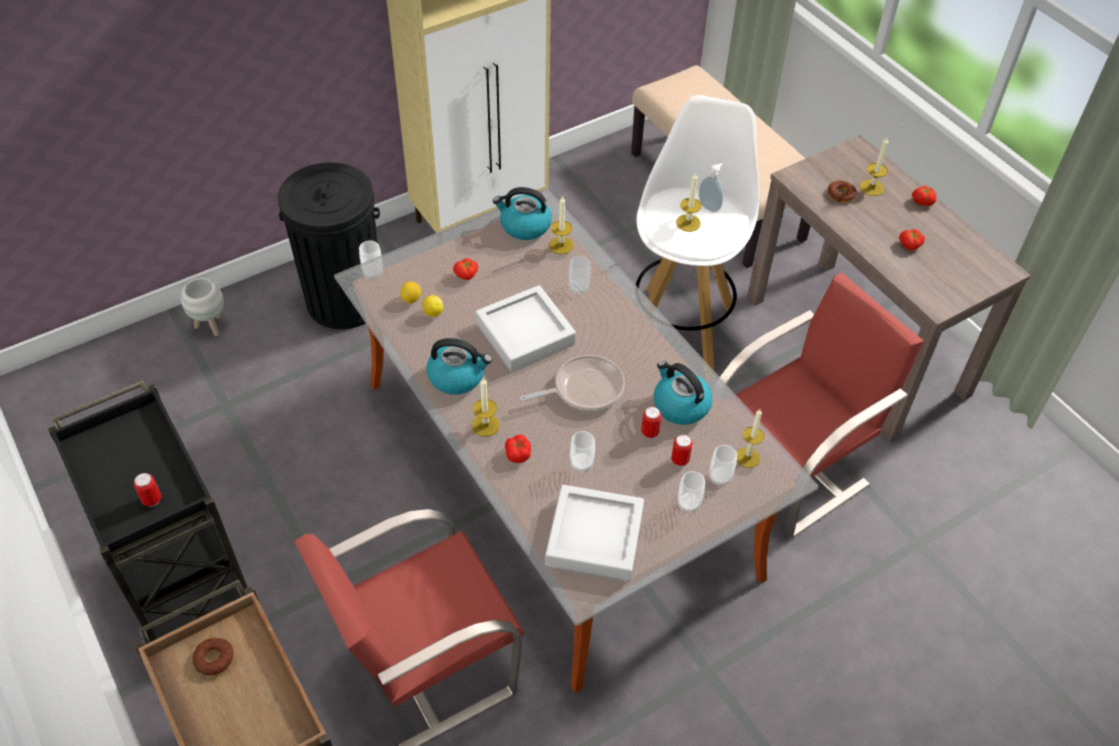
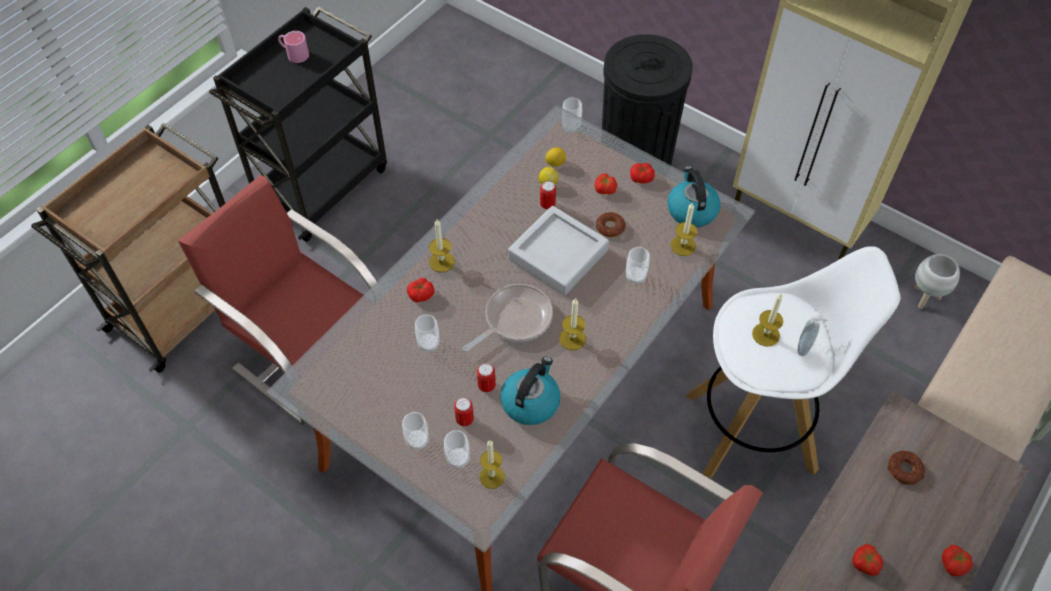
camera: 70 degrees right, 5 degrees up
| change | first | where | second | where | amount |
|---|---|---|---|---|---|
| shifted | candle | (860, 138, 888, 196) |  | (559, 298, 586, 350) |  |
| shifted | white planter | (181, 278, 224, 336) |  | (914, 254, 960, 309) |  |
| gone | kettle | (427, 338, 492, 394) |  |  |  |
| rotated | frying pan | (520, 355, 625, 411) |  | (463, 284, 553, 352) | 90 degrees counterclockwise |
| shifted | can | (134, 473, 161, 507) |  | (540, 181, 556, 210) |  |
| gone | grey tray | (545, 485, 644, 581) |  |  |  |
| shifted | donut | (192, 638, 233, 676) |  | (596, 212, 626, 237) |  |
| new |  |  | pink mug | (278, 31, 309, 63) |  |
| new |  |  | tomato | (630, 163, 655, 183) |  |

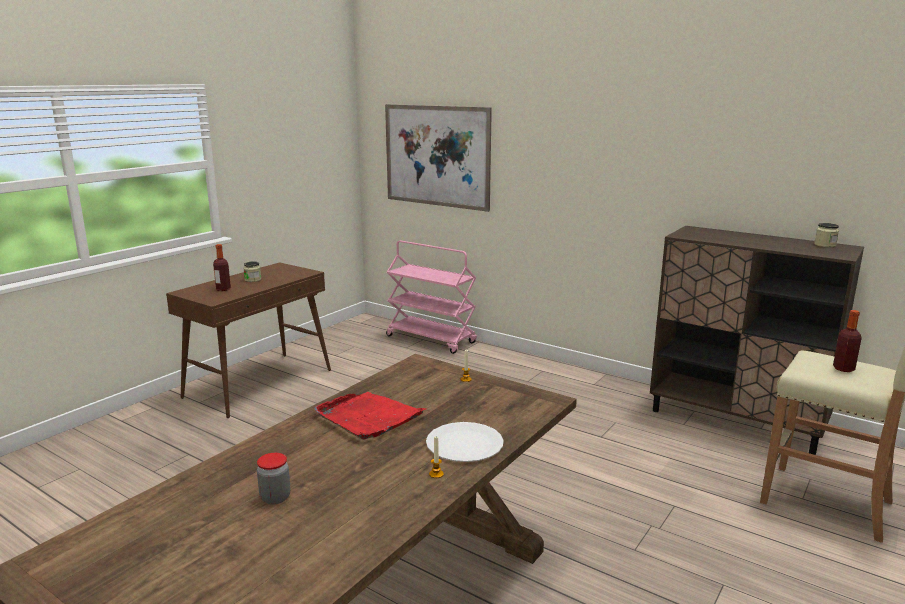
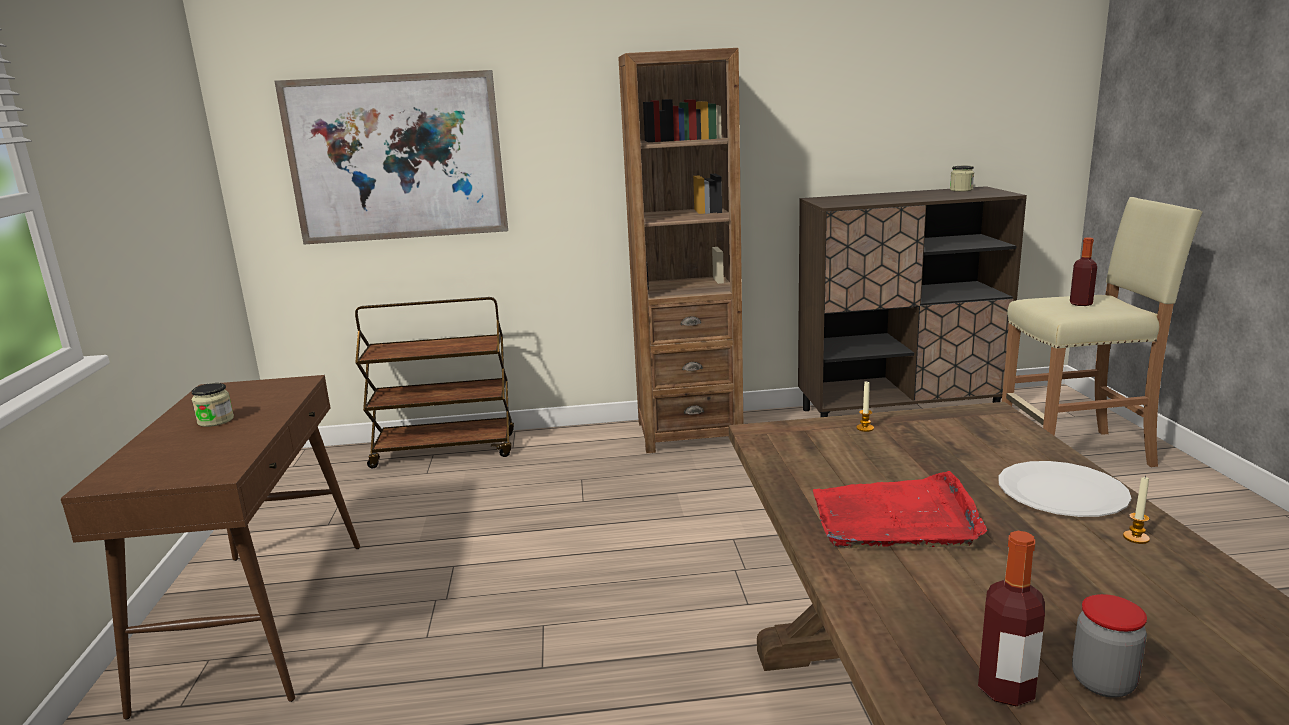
camera: 40 degrees left, 0 degrees up
| change | first | where | second | where | amount |
|---|---|---|---|---|---|
| repainted | pink cart | (386, 241, 477, 354) | brown cart | (355, 297, 514, 468) |  |
| shifted | bottle | (213, 244, 231, 291) |  | (978, 531, 1045, 707) |  |
| new |  |  | brown bookcase | (618, 48, 743, 453) |  |

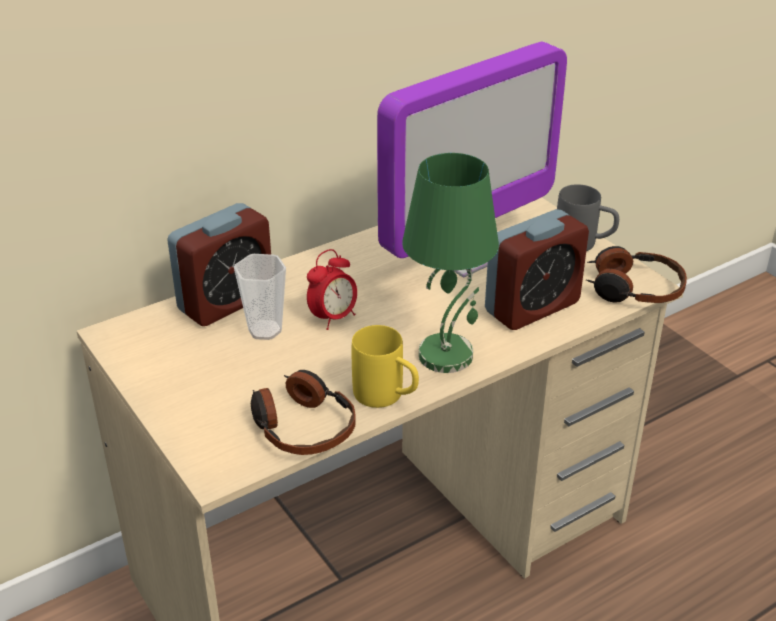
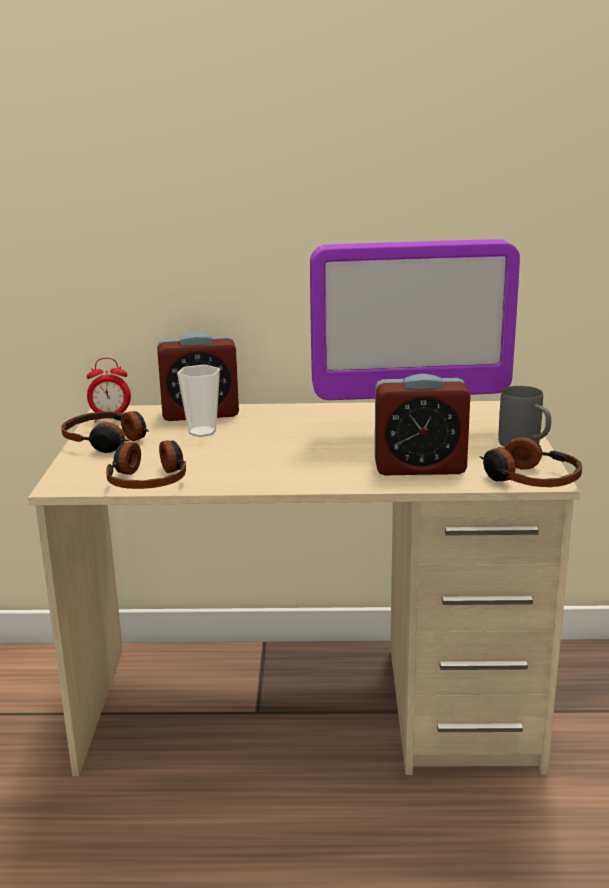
camera: 35 degrees right, 15 degrees down
| change | first | where | second | where | amount |
|---|---|---|---|---|---|
| gone | green table lamp | (402, 153, 499, 373) |  |  |  |
| shifted | alarm clock | (307, 249, 357, 330) |  | (87, 358, 131, 422) |  |
| gone | yellow mug | (352, 325, 419, 408) |  |  |  |
| new |  |  | headphones | (61, 411, 149, 453) |  |

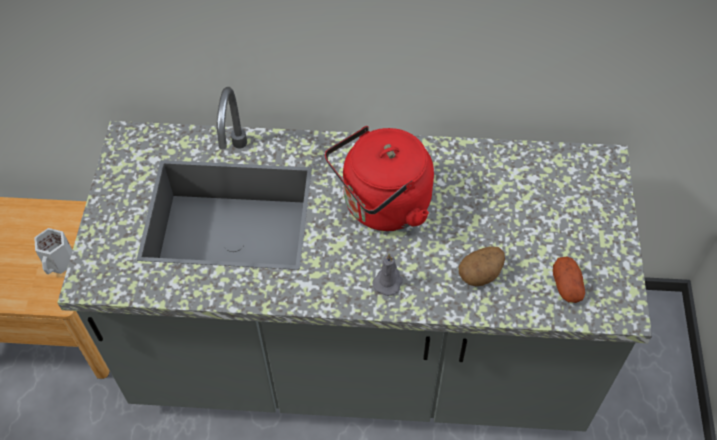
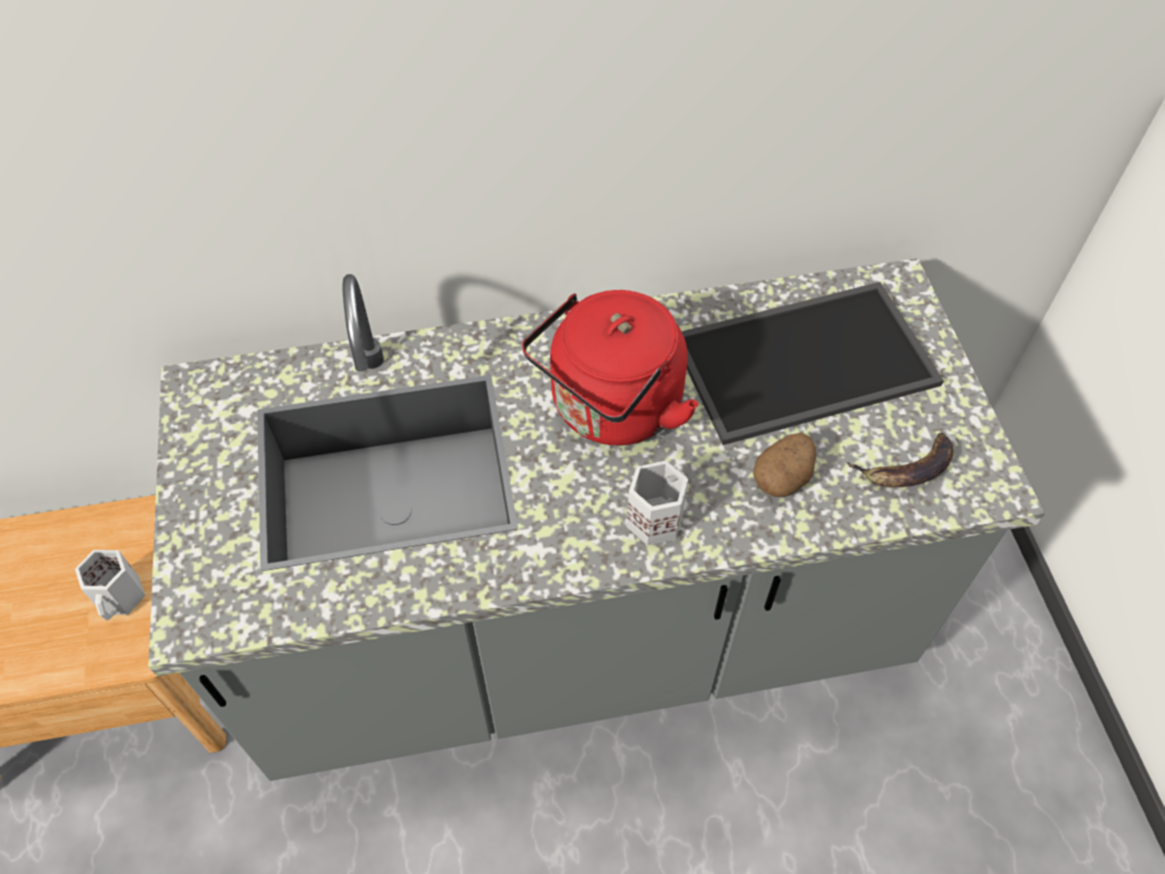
camera: 15 degrees left, 0 degrees up
| change | first | where | second | where | amount |
|---|---|---|---|---|---|
| swapped | grey candle | (372, 253, 403, 296) | white mug | (626, 461, 688, 546) |  |
| swapped | potato | (553, 257, 585, 303) | banana | (847, 433, 954, 487) |  |
| new |  |  | tray | (681, 282, 944, 445) |  |

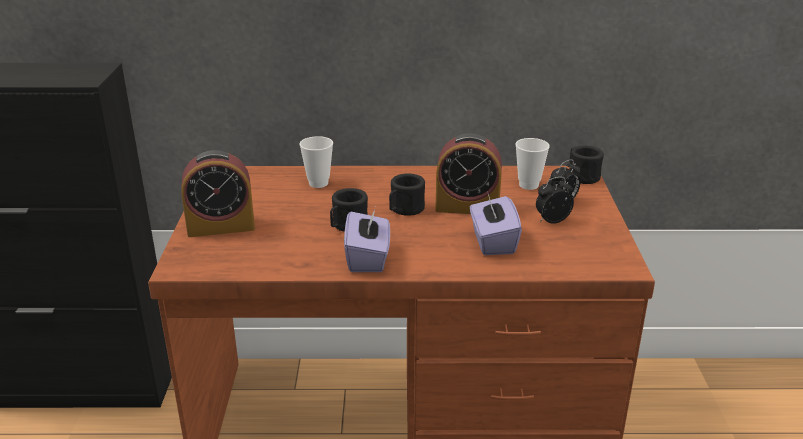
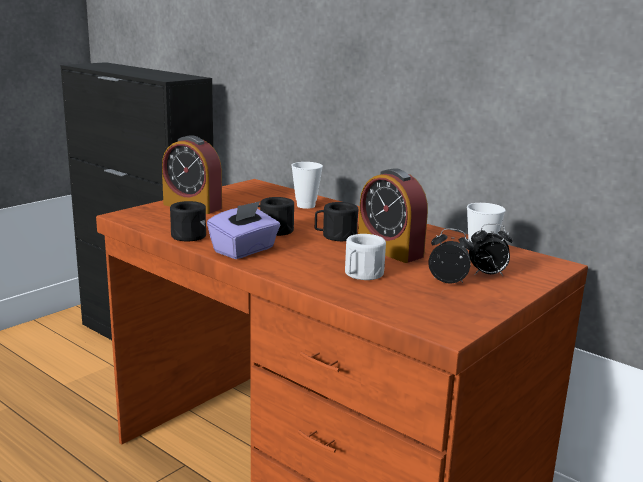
camera: 40 degrees right, 10 degrees down
| change | first | where | second | where | amount |
|---|---|---|---|---|---|
| shifted | black mug | (569, 145, 604, 184) |  | (170, 201, 206, 241) |  |
| swapped | purple tissue box | (470, 191, 522, 255) | white mug | (345, 234, 386, 280) |  |

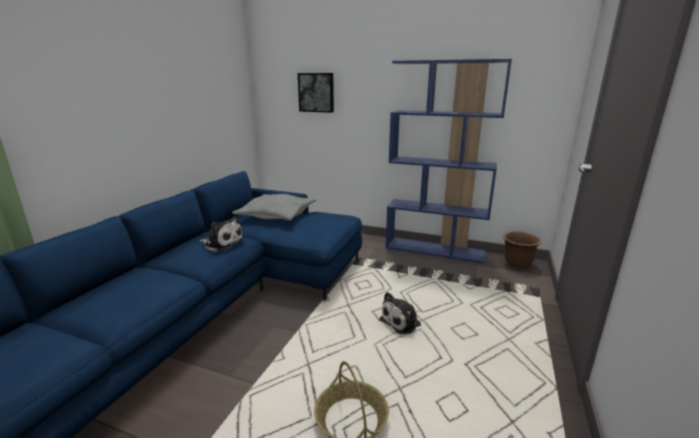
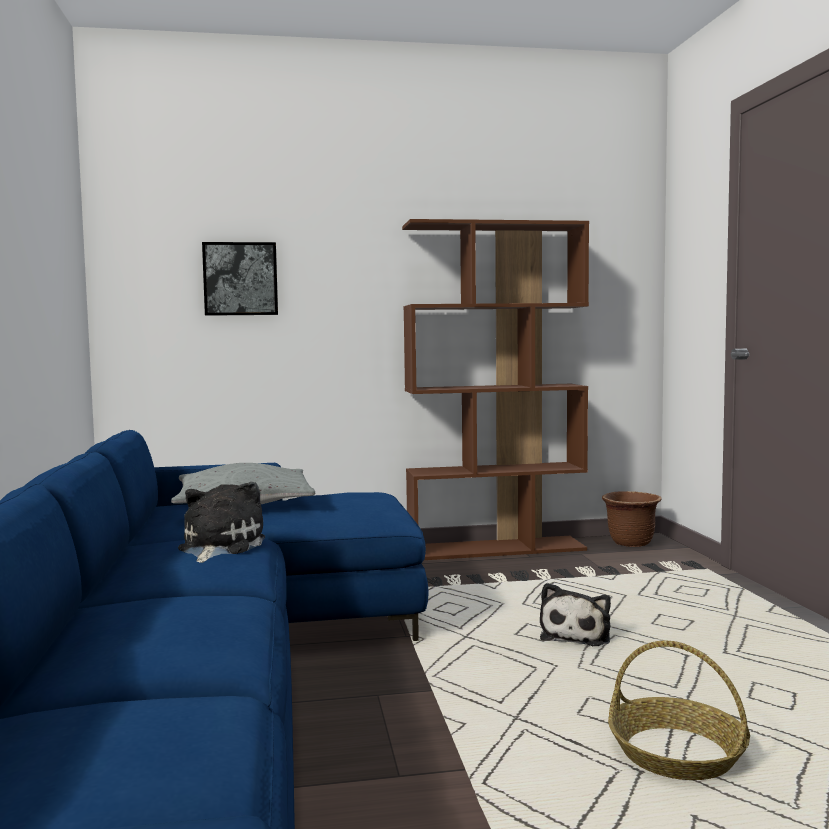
camera: 30 degrees left, 15 degrees down
| change | first | where | second | where | amount |
|---|---|---|---|---|---|
| repainted | blue bookcase | (385, 59, 512, 263) | brown bookcase | (402, 219, 589, 560) |  |
| rotated | plush toy | (199, 216, 244, 252) |  | (178, 482, 265, 563) | 75 degrees counterclockwise |

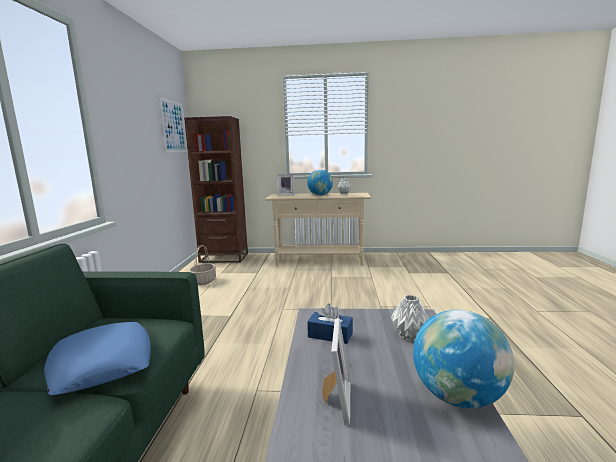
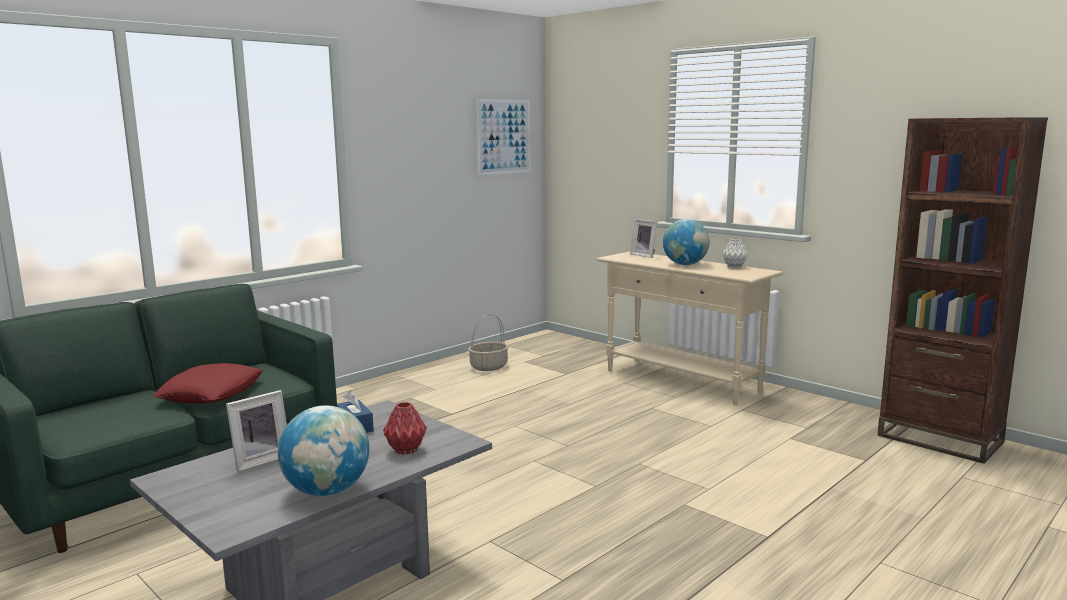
camera: 40 degrees right, 0 degrees up
| change | first | where | second | where | amount |
|---|---|---|---|---|---|
| shifted | brown bookcase | (184, 116, 248, 263) |  | (877, 117, 1048, 464) |  |
| repainted | grey vase | (391, 295, 429, 341) | red vase | (383, 402, 427, 455) |  |
| repainted | blue pillow | (44, 322, 151, 395) | red pillow | (154, 363, 262, 404) |  |

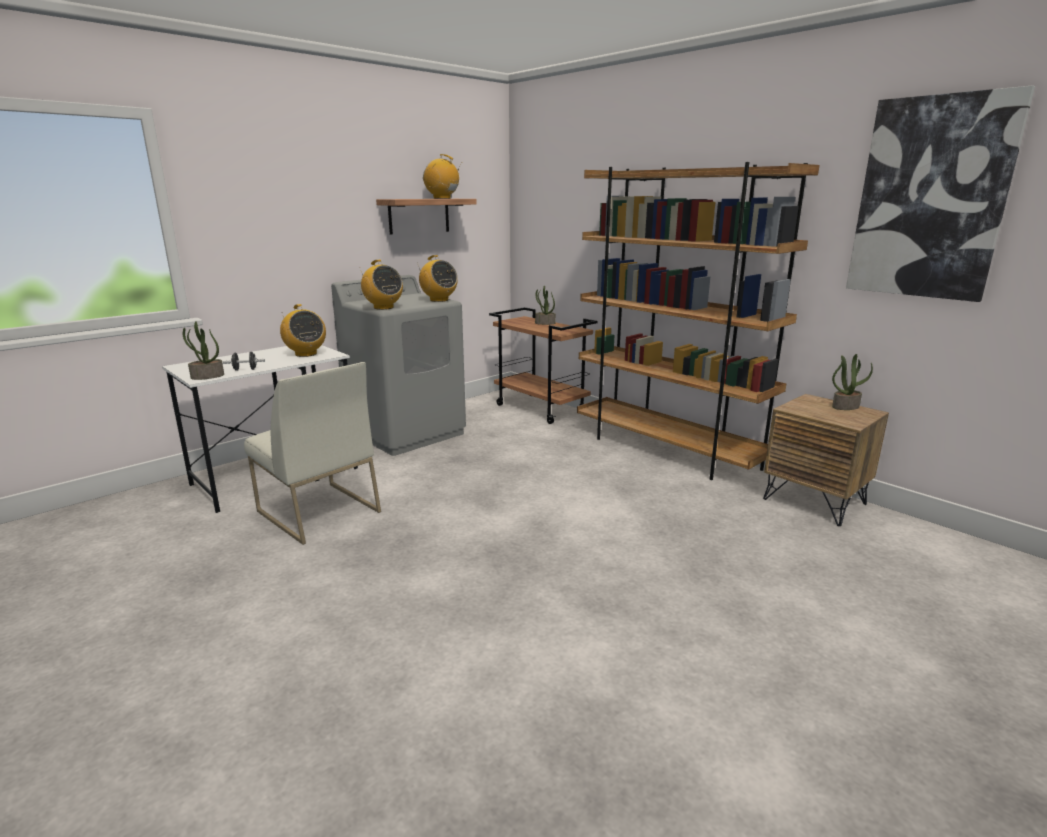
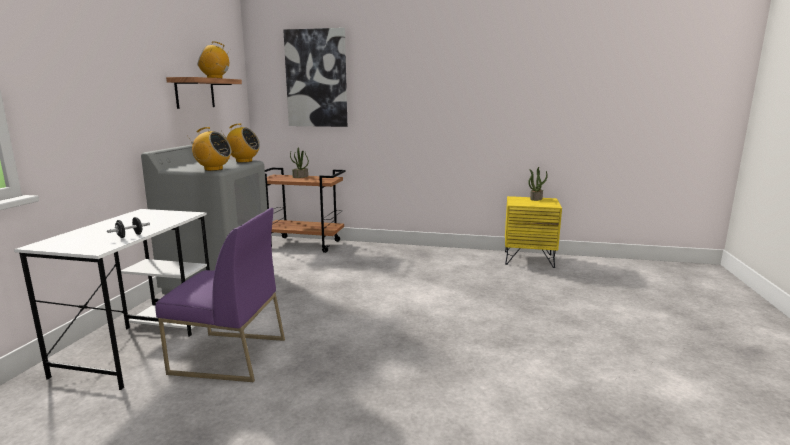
camera: 35 degrees left, 5 degrees down
| change | first | where | second | where | amount |
|---|---|---|---|---|---|
| shifted | picture | (846, 85, 1035, 302) |  | (283, 28, 347, 127) |  |
| gone | brown bookcase | (577, 162, 819, 480) |  |  |  |
| gone | radio | (280, 304, 326, 357) |  |  |  |
| gone | potted plant | (183, 321, 224, 380) |  |  |  |
| repainted | white chair | (244, 362, 381, 545) | purple chair | (155, 208, 285, 382) |  |
| repainted | brown nightstand | (763, 394, 889, 526) | yellow nightstand | (505, 196, 562, 268) |  |

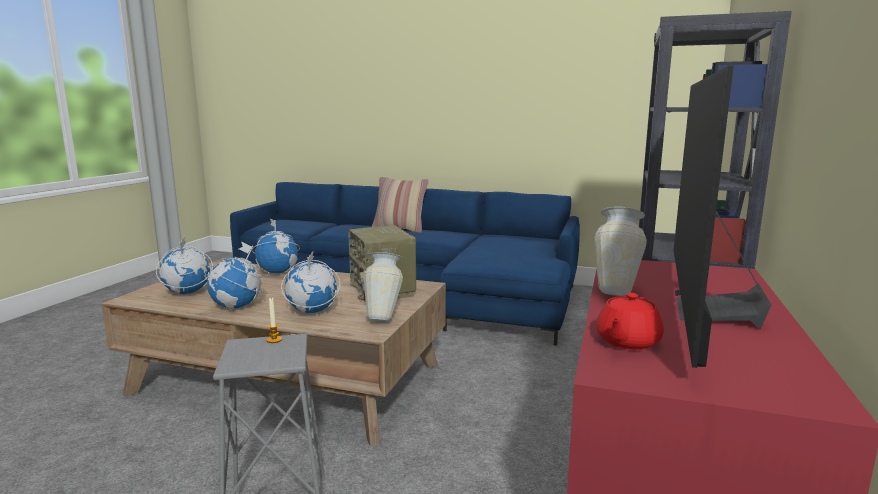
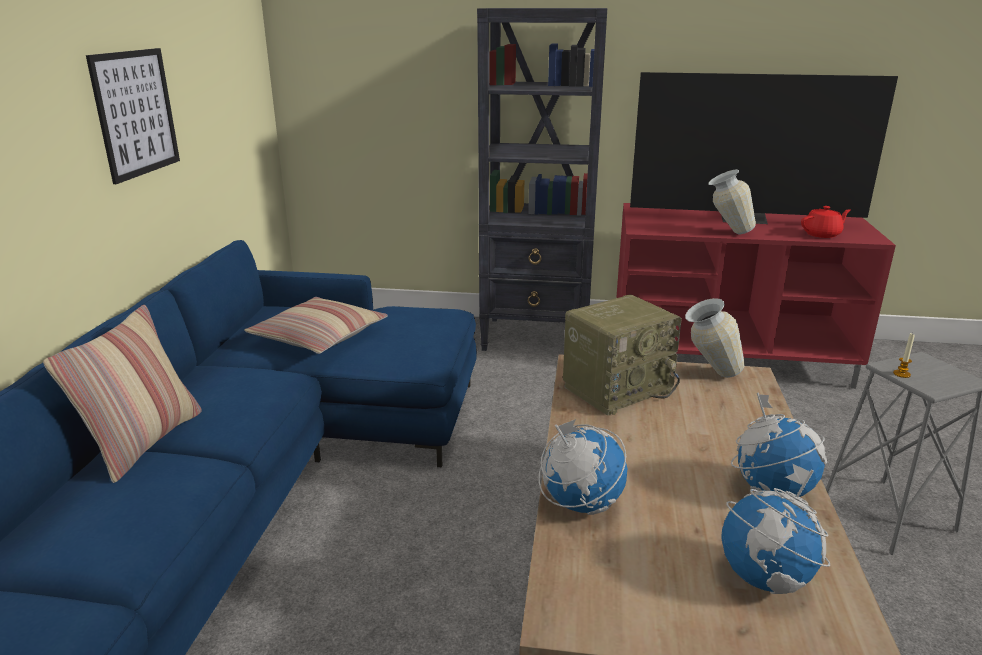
camera: 100 degrees left, 10 degrees up
| change | first | where | second | where | amount |
|---|---|---|---|---|---|
| gone | globe | (281, 250, 340, 313) |  |  |  |
| rotated | red teapot | (596, 293, 664, 350) |  | (801, 206, 851, 238) | 45 degrees counterclockwise |
| new |  |  | picture | (86, 48, 180, 184) |  |
| new |  |  | pillow | (244, 297, 388, 354) |  |

